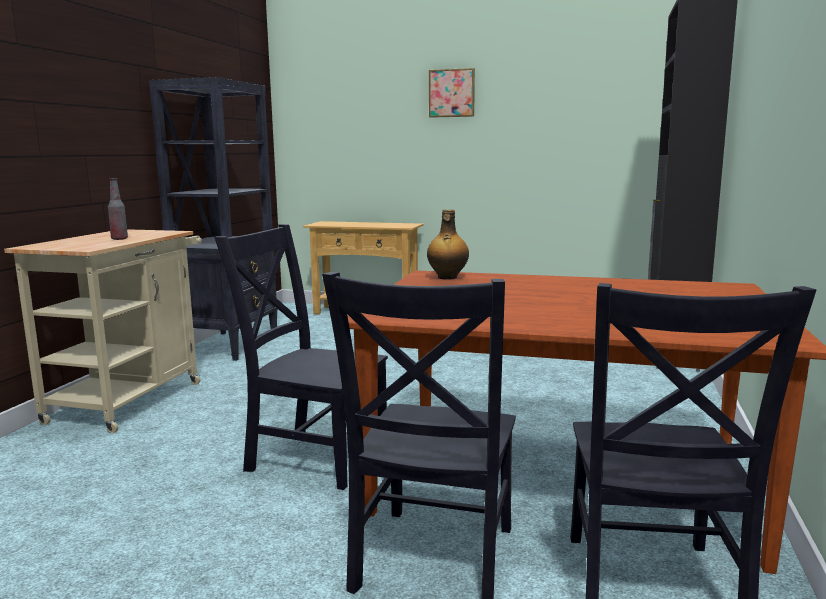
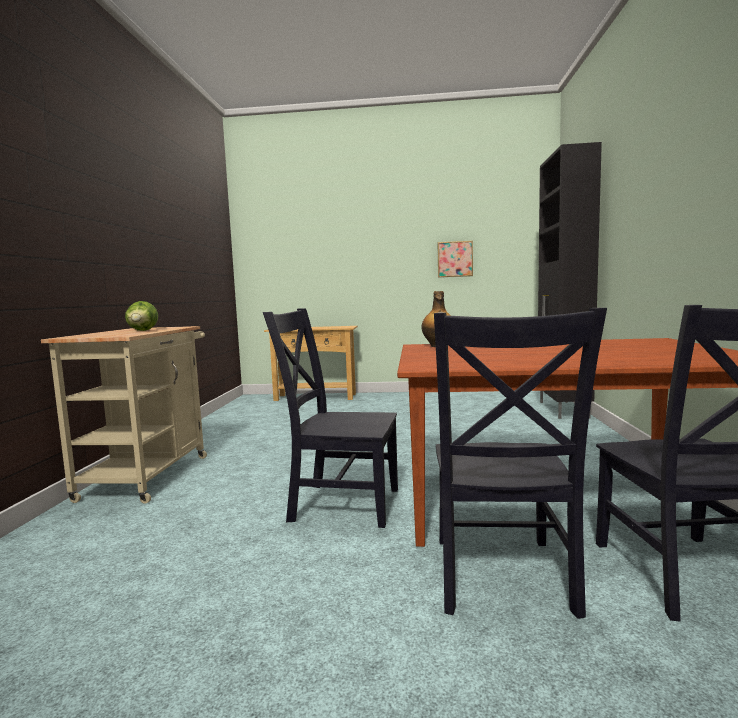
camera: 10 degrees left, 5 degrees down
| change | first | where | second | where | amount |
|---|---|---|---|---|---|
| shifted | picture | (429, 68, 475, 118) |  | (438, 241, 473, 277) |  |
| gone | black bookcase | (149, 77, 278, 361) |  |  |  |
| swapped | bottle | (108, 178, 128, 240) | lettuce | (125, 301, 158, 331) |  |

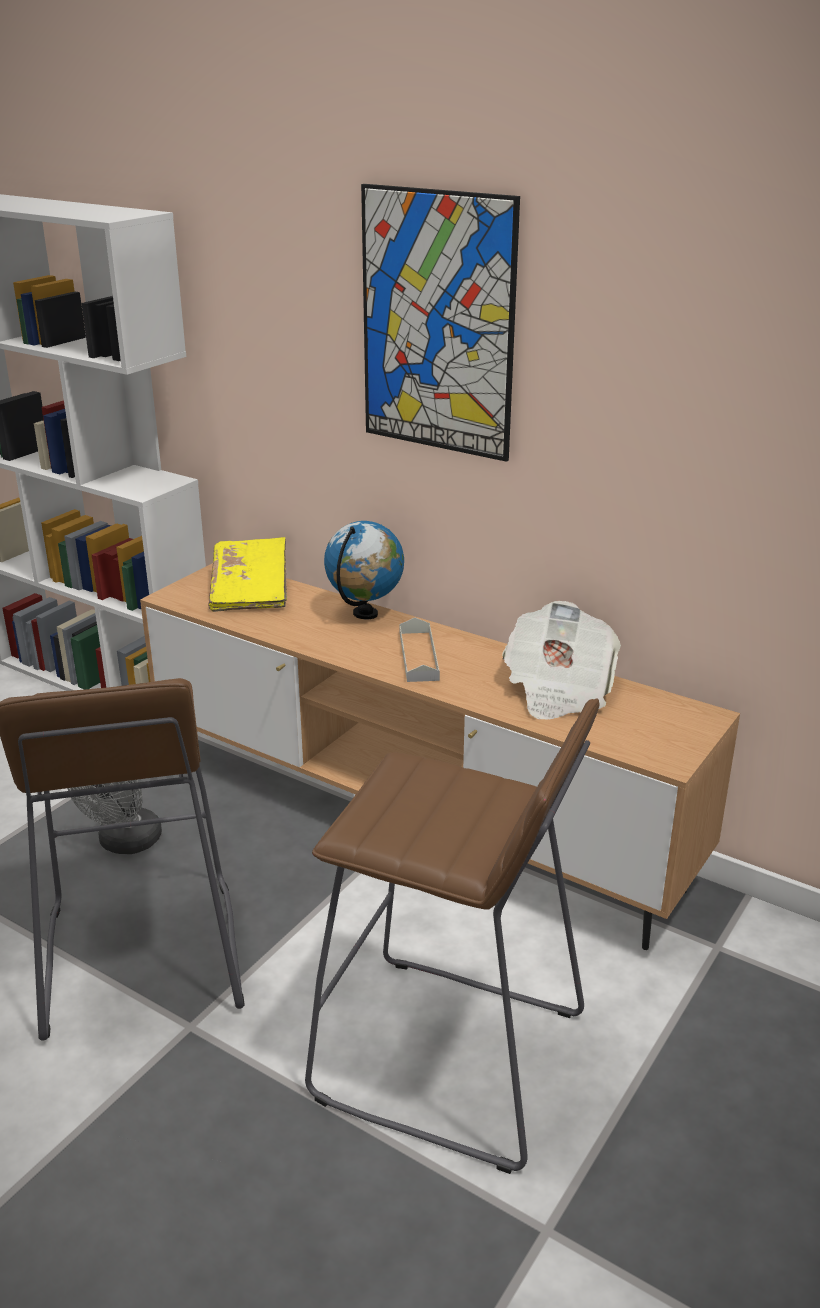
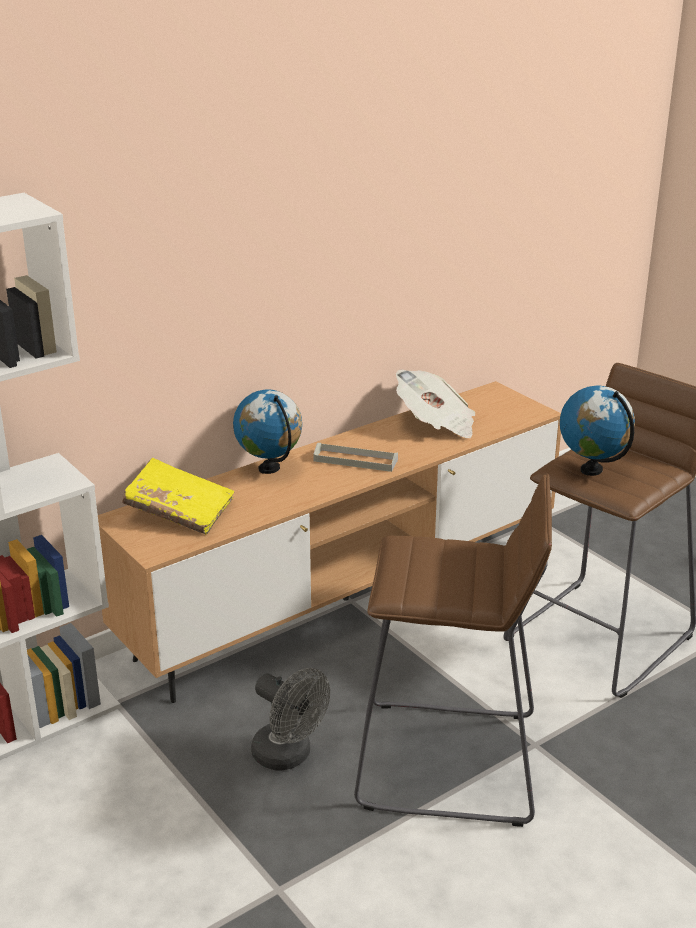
camera: 70 degrees left, 0 degrees up
| change | first | where | second | where | amount |
|---|---|---|---|---|---|
| gone | picture | (361, 184, 520, 462) |  |  |  |
| new |  |  | globe | (560, 385, 635, 476) |  |

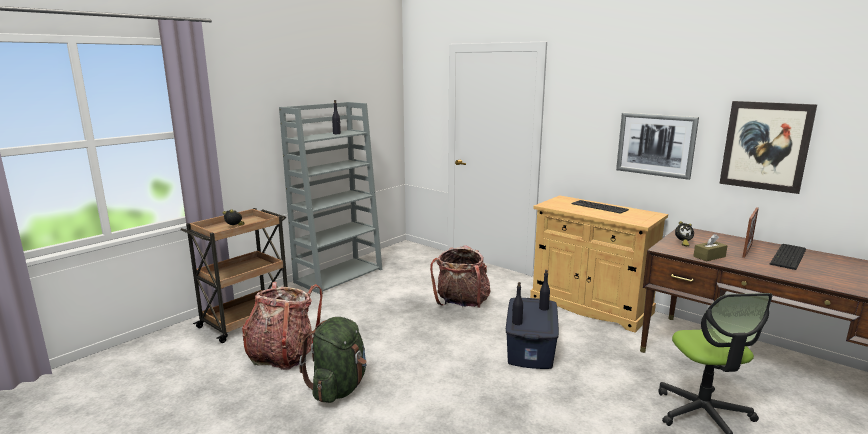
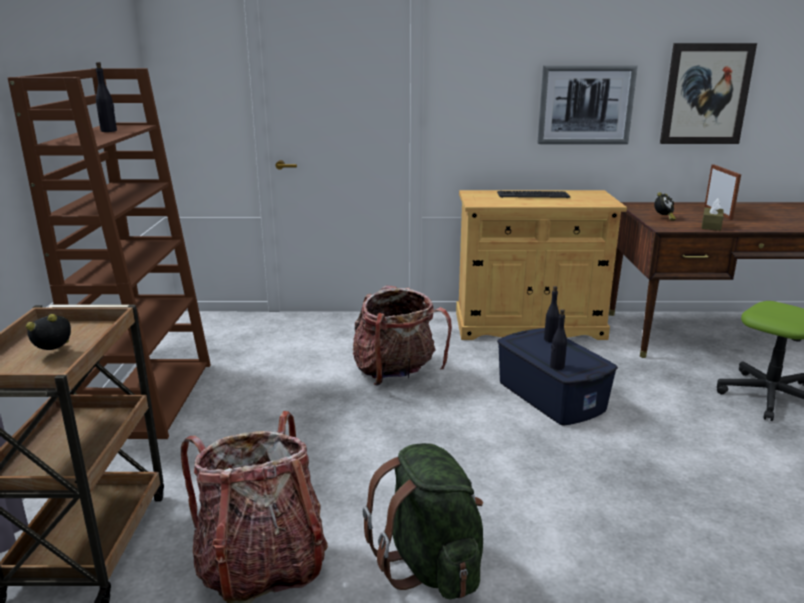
camera: 40 degrees left, 5 degrees up
| change | first | where | second | where | amount |
|---|---|---|---|---|---|
| repainted | grey bookcase | (279, 102, 382, 294) | brown bookcase | (8, 68, 211, 439) |  |
| gone | keyboard | (769, 244, 806, 270) |  |  |  |

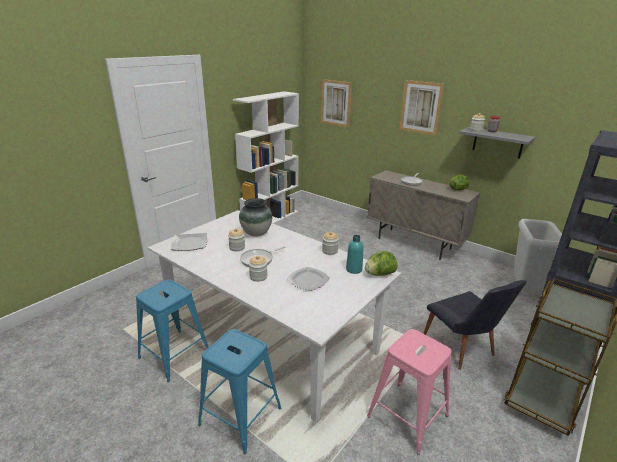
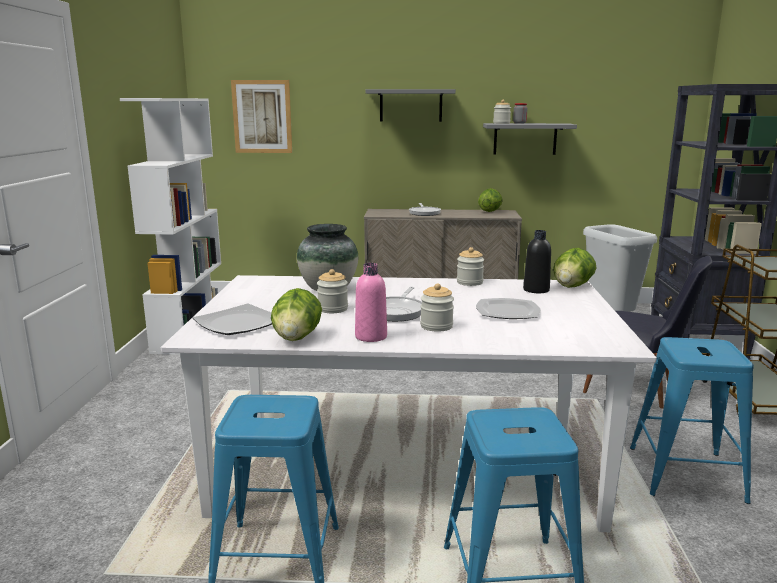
camera: 35 degrees left, 10 degrees down
| change | first | where | second | where | amount |
|---|---|---|---|---|---|
| swapped | picture | (399, 80, 444, 136) | grey shelf | (365, 89, 456, 122) |  |
| repainted | turquoise bottle | (346, 235, 363, 274) | black bottle | (523, 230, 551, 293) |  |
| repainted | pink stool | (367, 329, 452, 455) | blue stool | (630, 337, 754, 504) |  |
| new |  |  | pink bottle | (355, 263, 387, 342) |  |
| new |  |  | lettuce | (271, 288, 322, 341) |  |

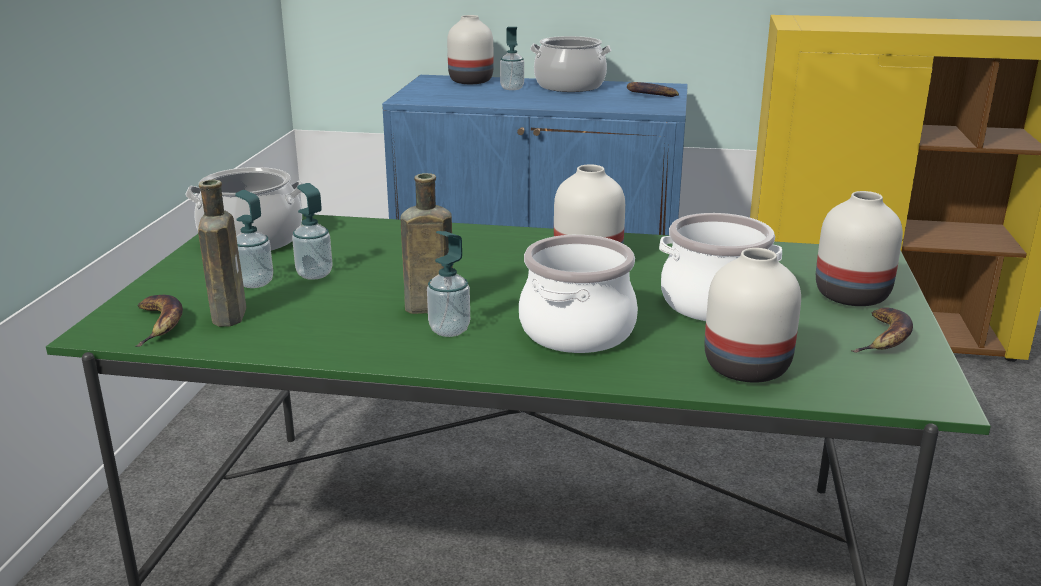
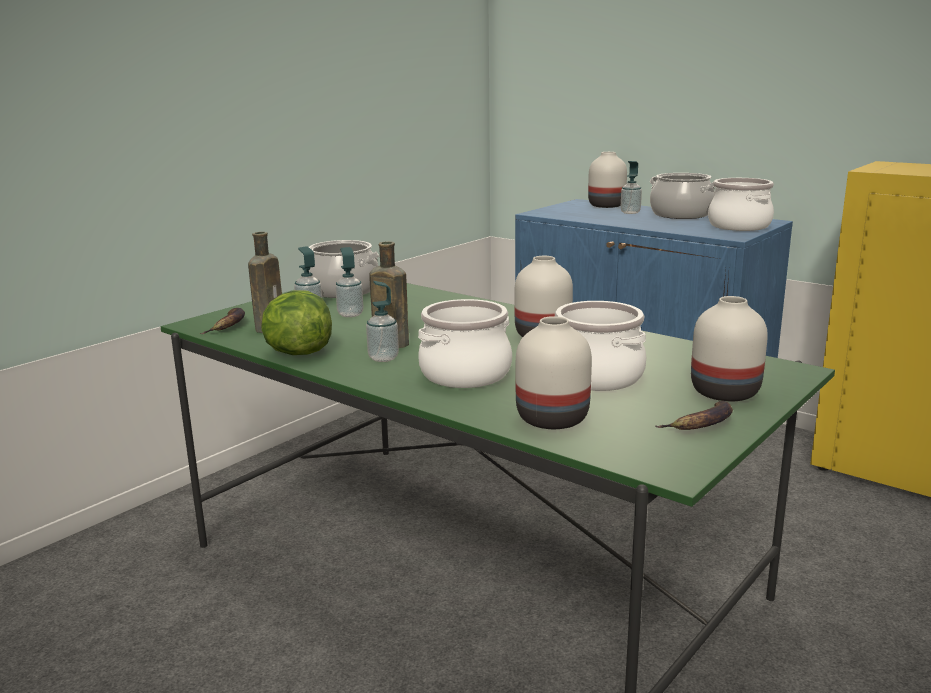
camera: 30 degrees right, 5 degrees down
| change | first | where | second | where | amount |
|---|---|---|---|---|---|
| swapped | banana | (627, 82, 679, 97) | cooking pot | (708, 178, 774, 231) |  |
| new |  |  | lettuce | (261, 291, 332, 355) |  |

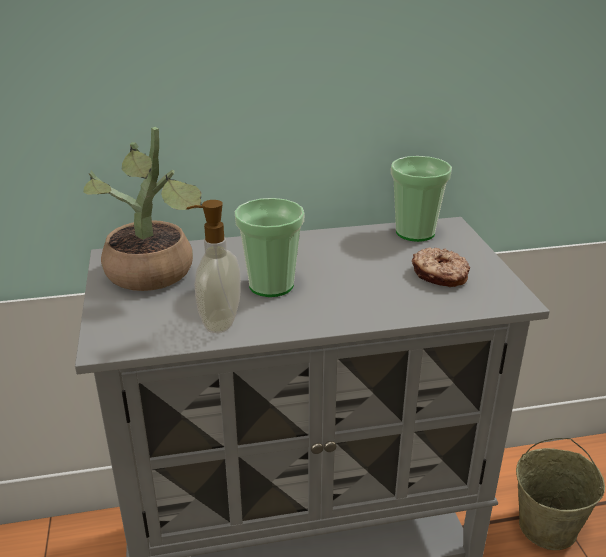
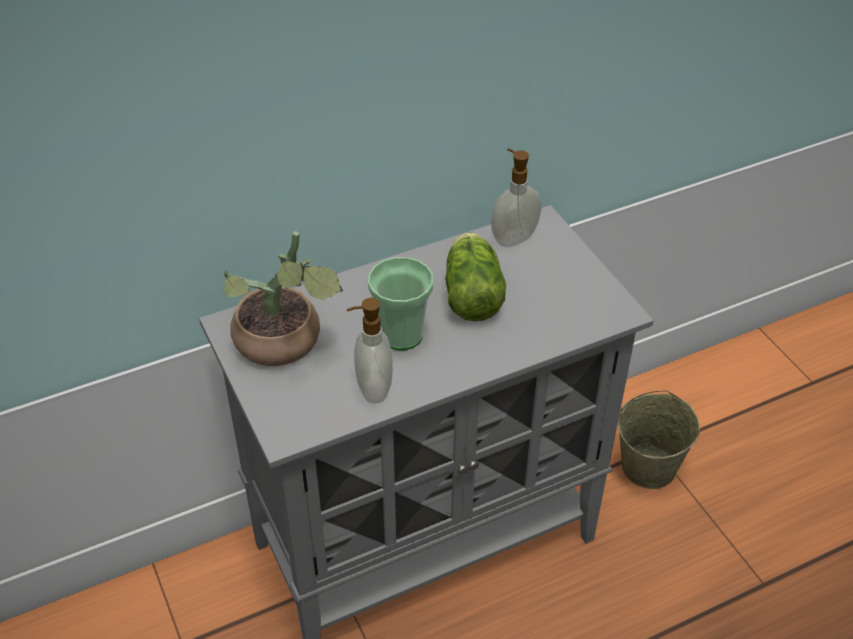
camera: 15 degrees left, 15 degrees up
| change | first | where | second | where | amount |
|---|---|---|---|---|---|
| swapped | cup | (391, 156, 452, 242) | soap dispenser | (491, 148, 542, 247) |  |
| gone | donut | (412, 247, 470, 287) |  |  |  |
| new |  |  | lettuce | (445, 232, 506, 321) |  |

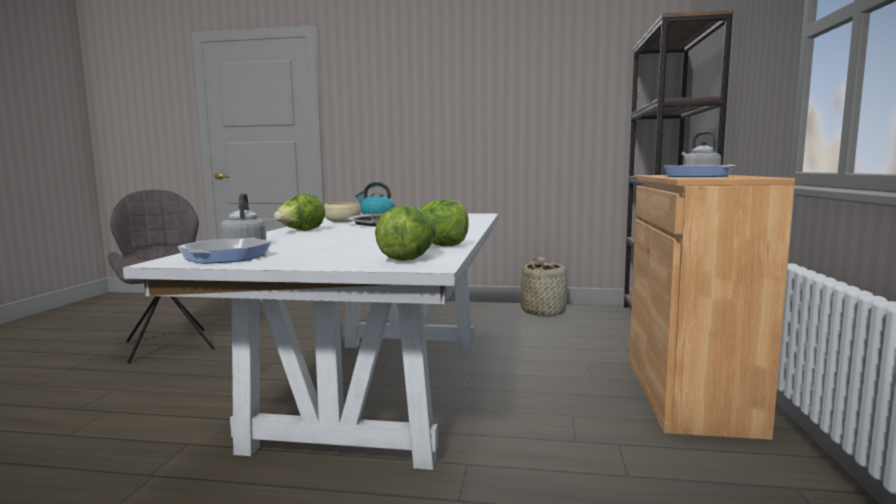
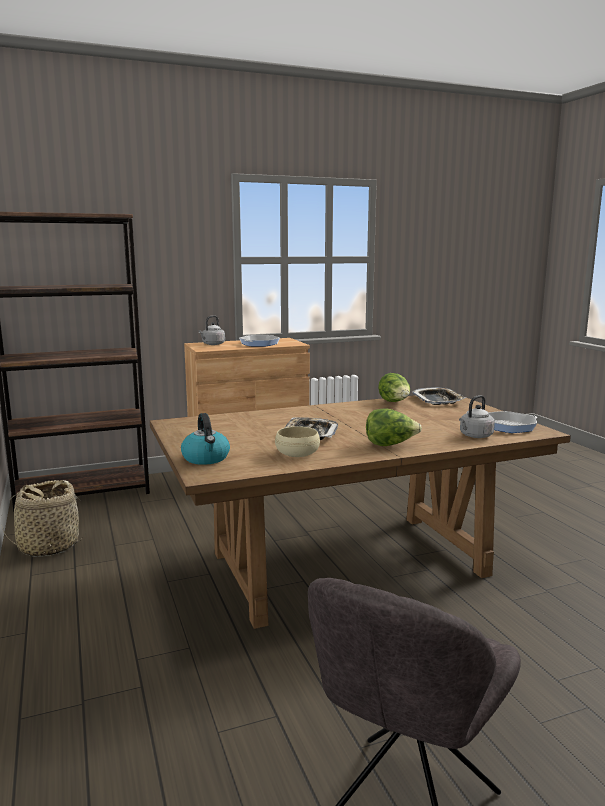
camera: 120 degrees left, 5 degrees up
| change | first | where | second | where | amount |
|---|---|---|---|---|---|
| swapped | lettuce | (375, 205, 436, 261) | tray | (412, 387, 466, 405) |  |
| repainted | white dining table | (123, 213, 498, 470) | brown dining table | (150, 395, 571, 629) |  |

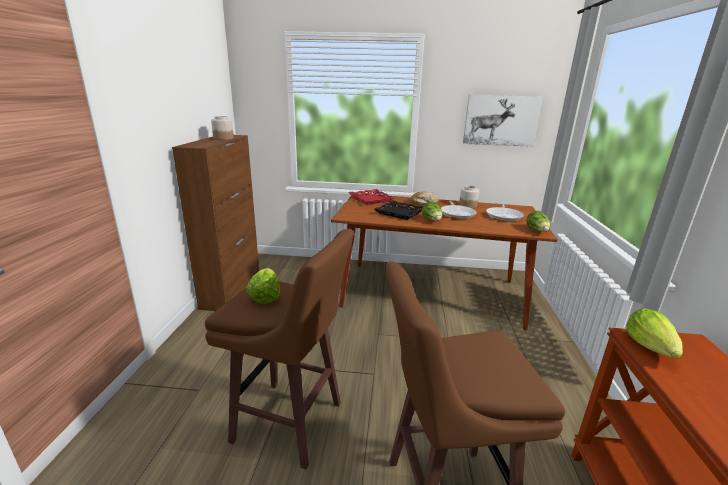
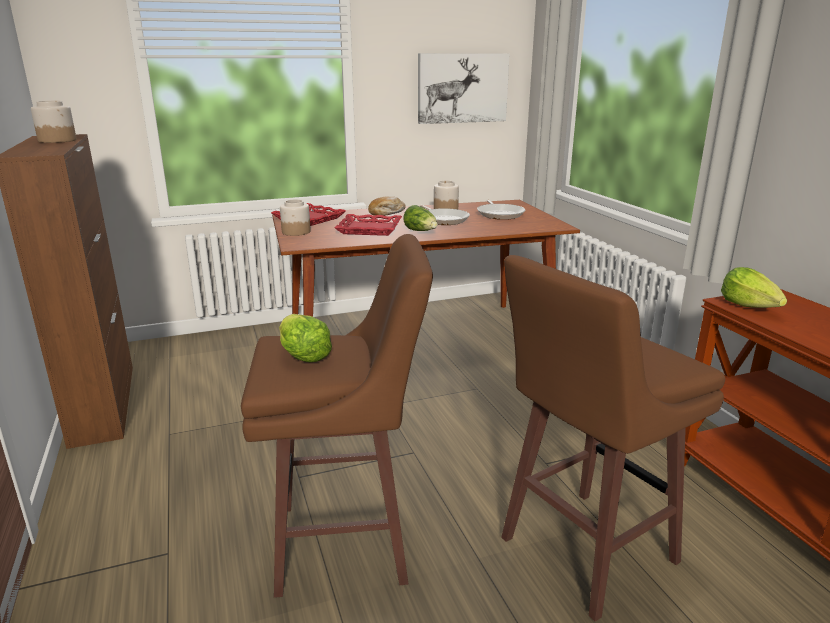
camera: 25 degrees left, 0 degrees up
| change | first | where | second | where | amount |
|---|---|---|---|---|---|
| repainted | black tray | (374, 200, 423, 220) | red tray | (334, 214, 402, 236) |  |
| gone | lettuce | (526, 211, 550, 231) |  |  |  |
| new |  |  | jar | (280, 199, 311, 236) |  |

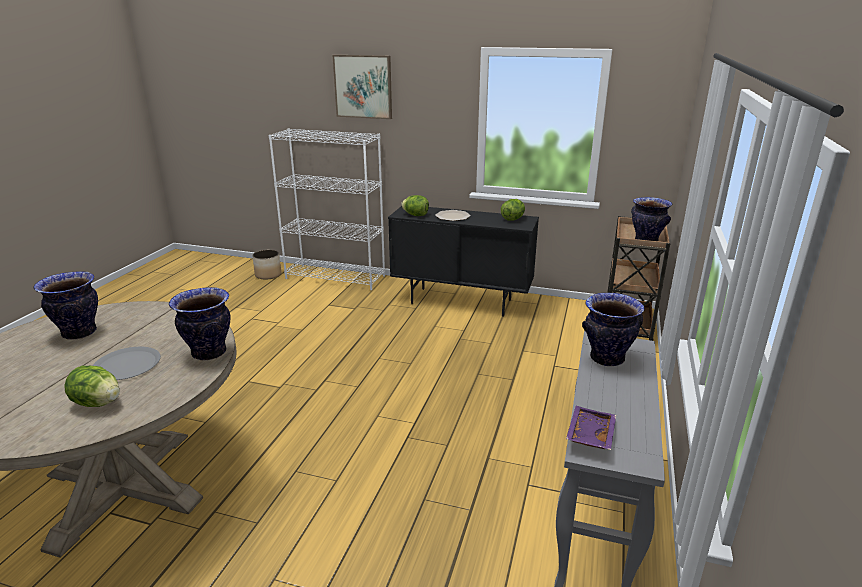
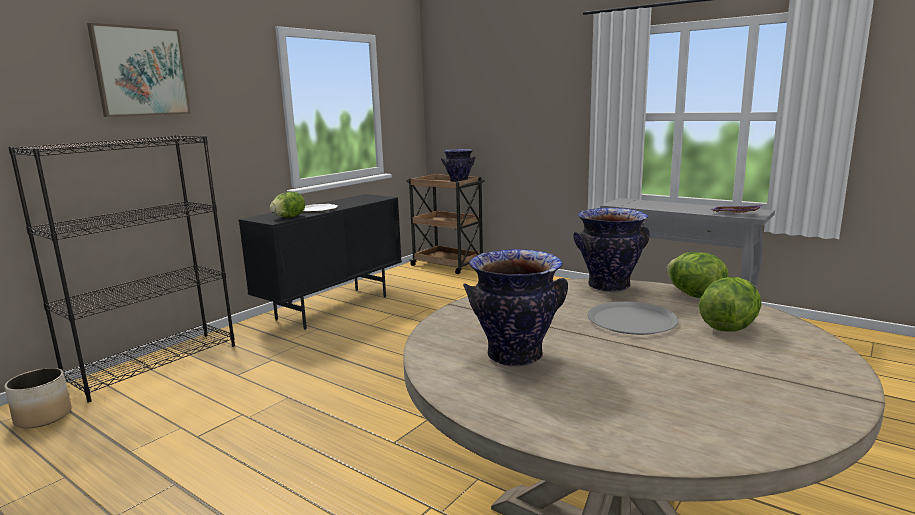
camera: 70 degrees left, 10 degrees down
| change | first | where | second | where | amount |
|---|---|---|---|---|---|
| repainted | white bookcase | (269, 128, 385, 290) | black bookcase | (8, 135, 235, 402) |  |
| shifted | lettuce | (501, 199, 525, 221) |  | (666, 252, 728, 298) |  |
| gone | vase | (582, 293, 645, 366) |  |  |  |

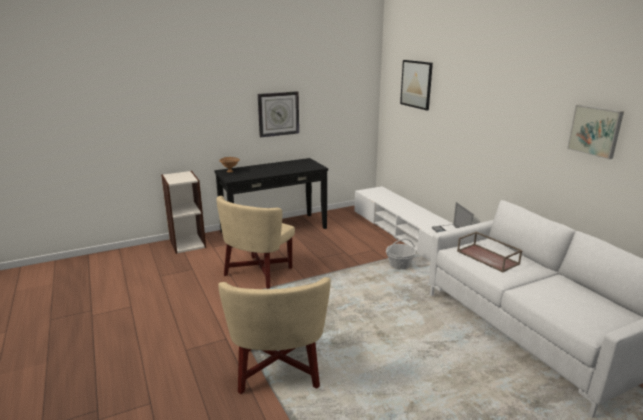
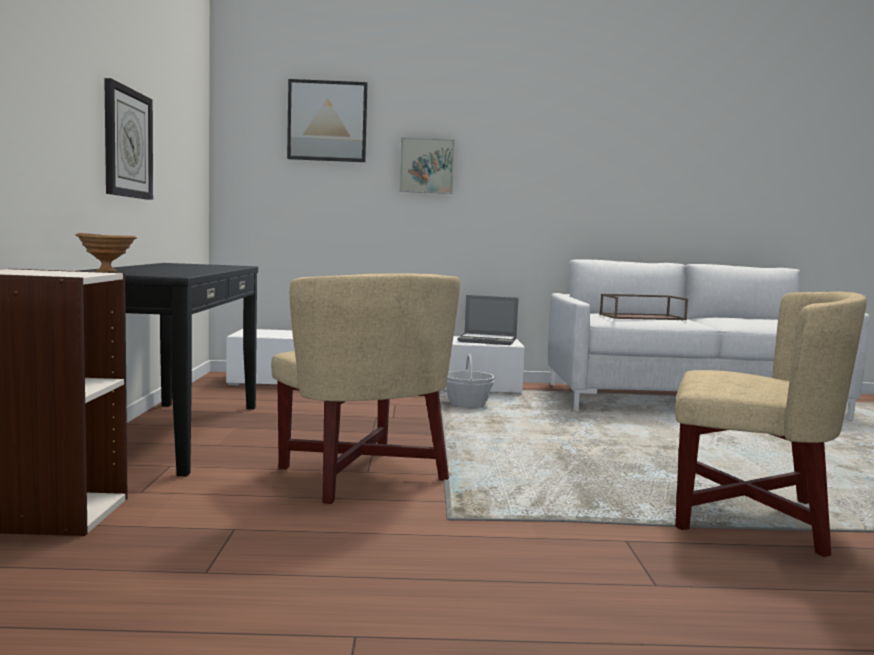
camera: 65 degrees left, 15 degrees down
| change | first | where | second | where | amount |
|---|---|---|---|---|---|
| shifted | picture | (567, 104, 624, 159) |  | (399, 137, 454, 194) |  |

